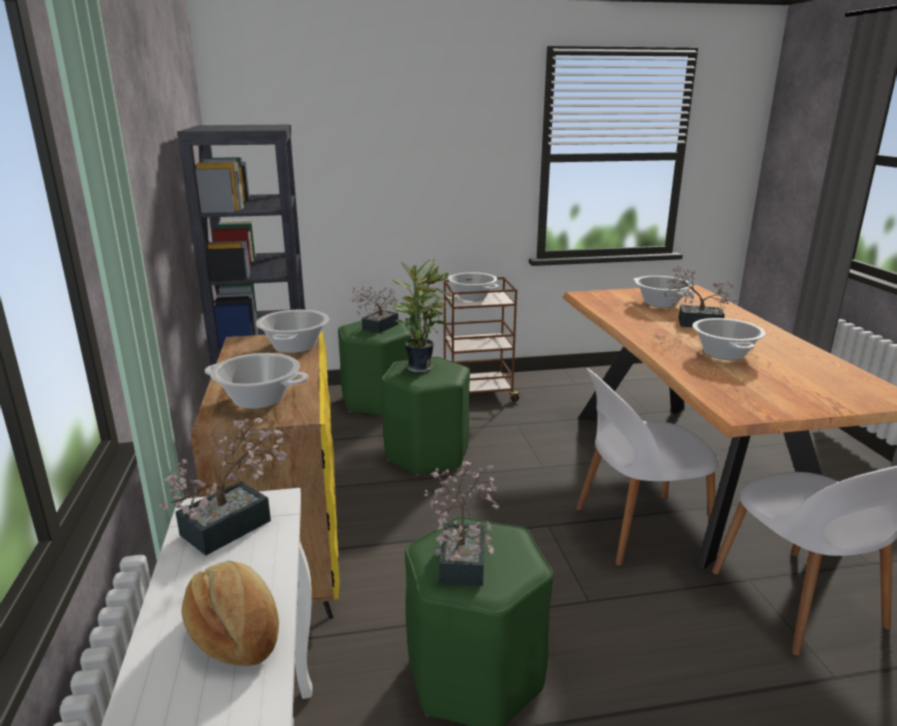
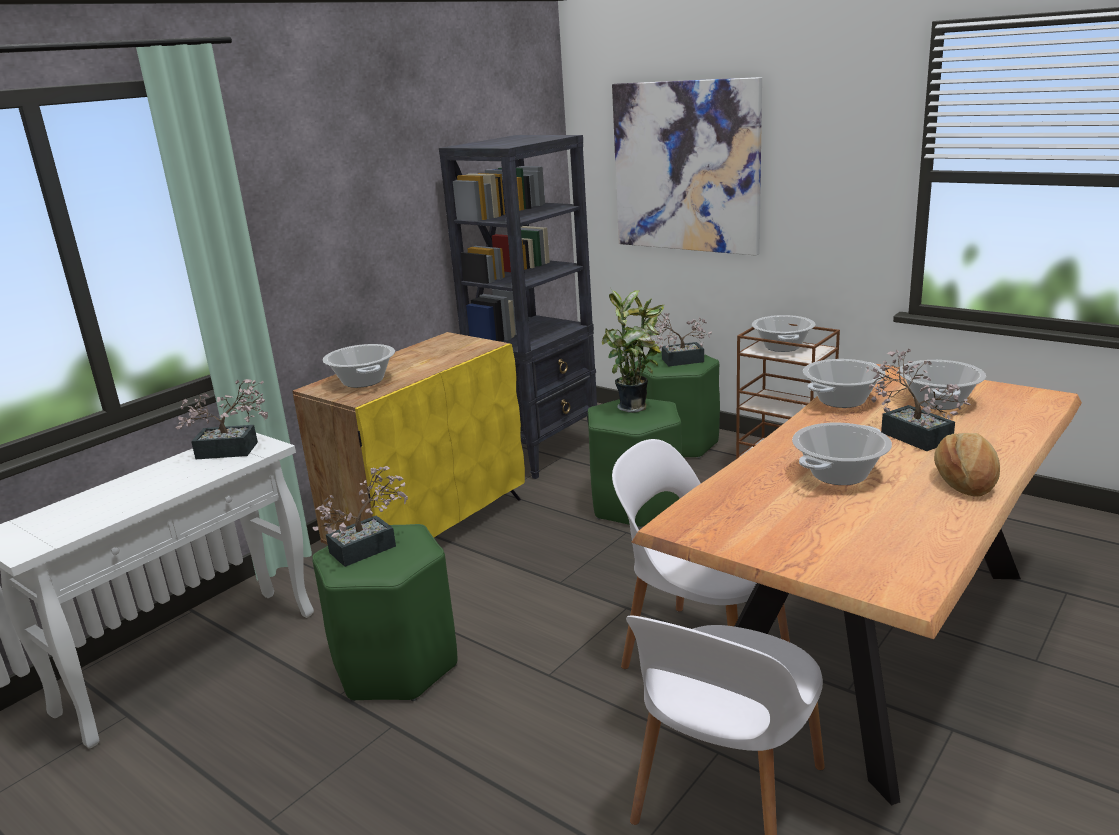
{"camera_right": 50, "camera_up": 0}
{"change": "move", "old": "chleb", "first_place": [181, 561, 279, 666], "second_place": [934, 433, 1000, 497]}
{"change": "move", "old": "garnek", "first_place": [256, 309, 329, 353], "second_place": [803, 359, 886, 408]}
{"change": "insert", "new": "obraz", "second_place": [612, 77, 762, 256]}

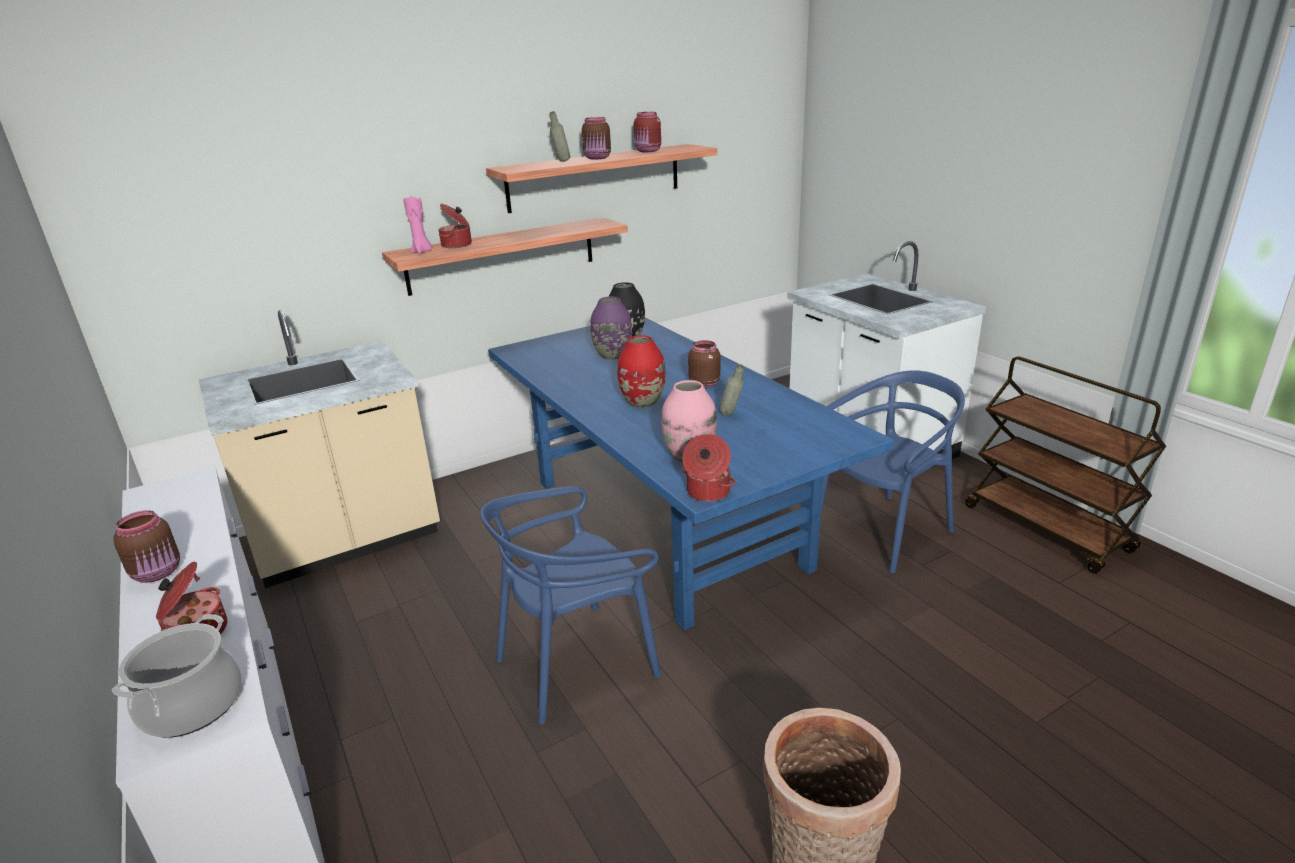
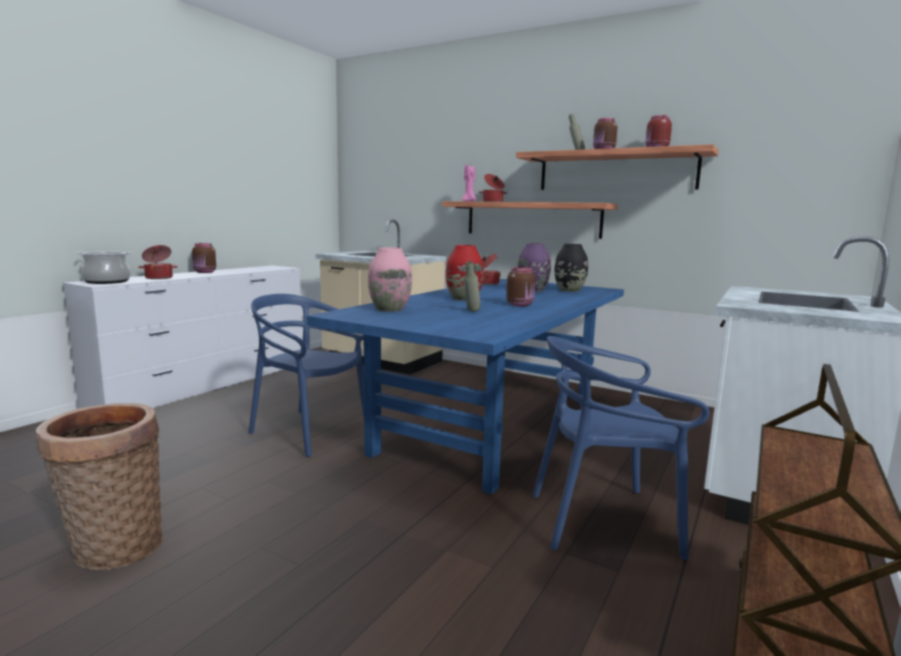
{"camera_right": 60, "camera_up": -15}
{"change": "move", "old": "garnek", "first_place": [682, 434, 736, 502], "second_place": [482, 254, 501, 285]}
{"change": "rotate", "old": "krzesło [niebieski]", "first_place": [821, 371, 965, 573], "second_place": [532, 336, 710, 560], "degrees": 150}

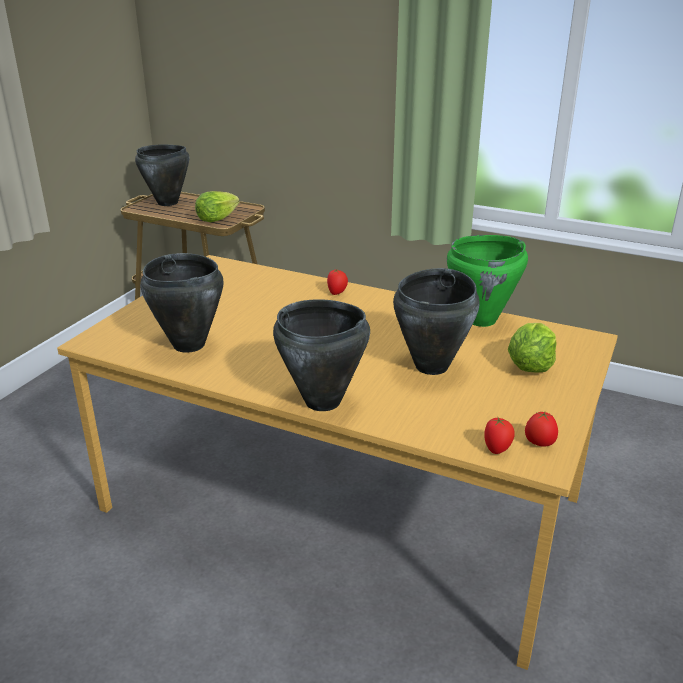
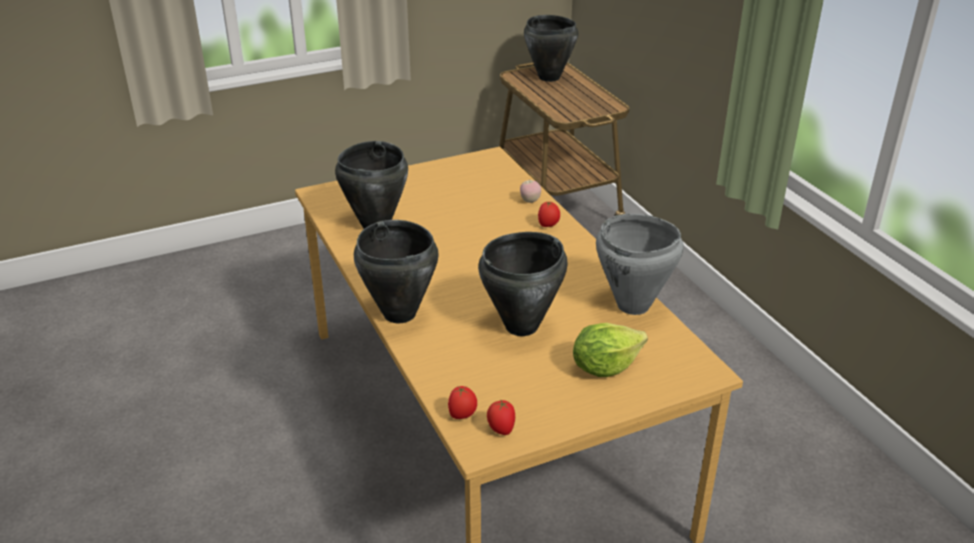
{"camera_right": 40, "camera_up": 5}
{"change": "delete", "old": "sałata", "first_place": [195, 191, 240, 222]}
{"change": "recolor", "old": "garnek [zielony]", "new": "garnek [szary]", "first_place": [447, 235, 528, 327], "second_place": [596, 214, 684, 315]}
{"change": "insert", "new": "jabłko", "second_place": [520, 180, 541, 203]}

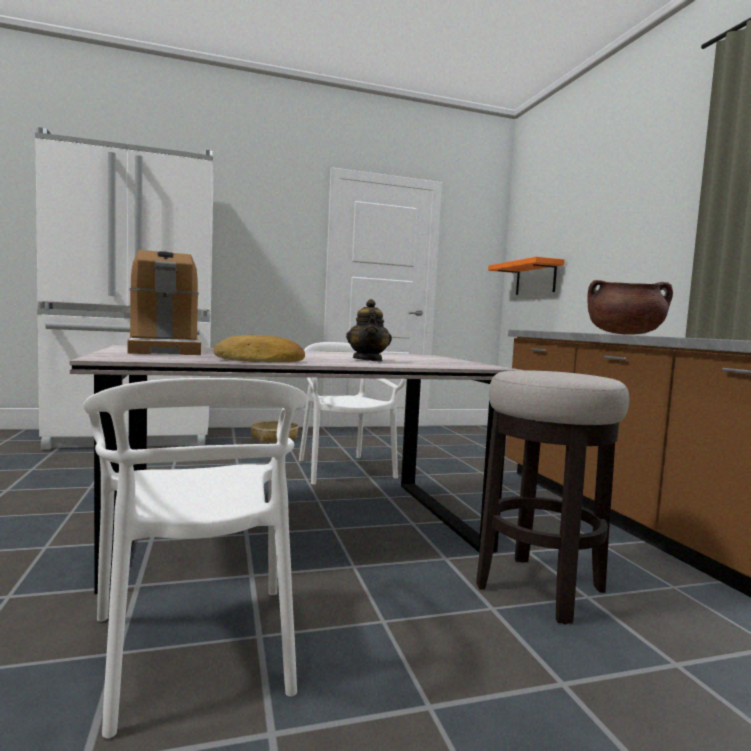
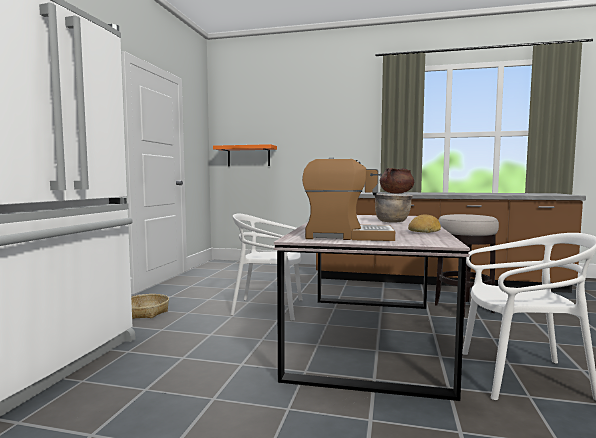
{"camera_right": -60, "camera_up": 0}
{"change": "replace", "old": "imbryk", "new": "garnek [brązowy]", "first_place": [346, 299, 392, 362], "second_place": [375, 193, 413, 223]}

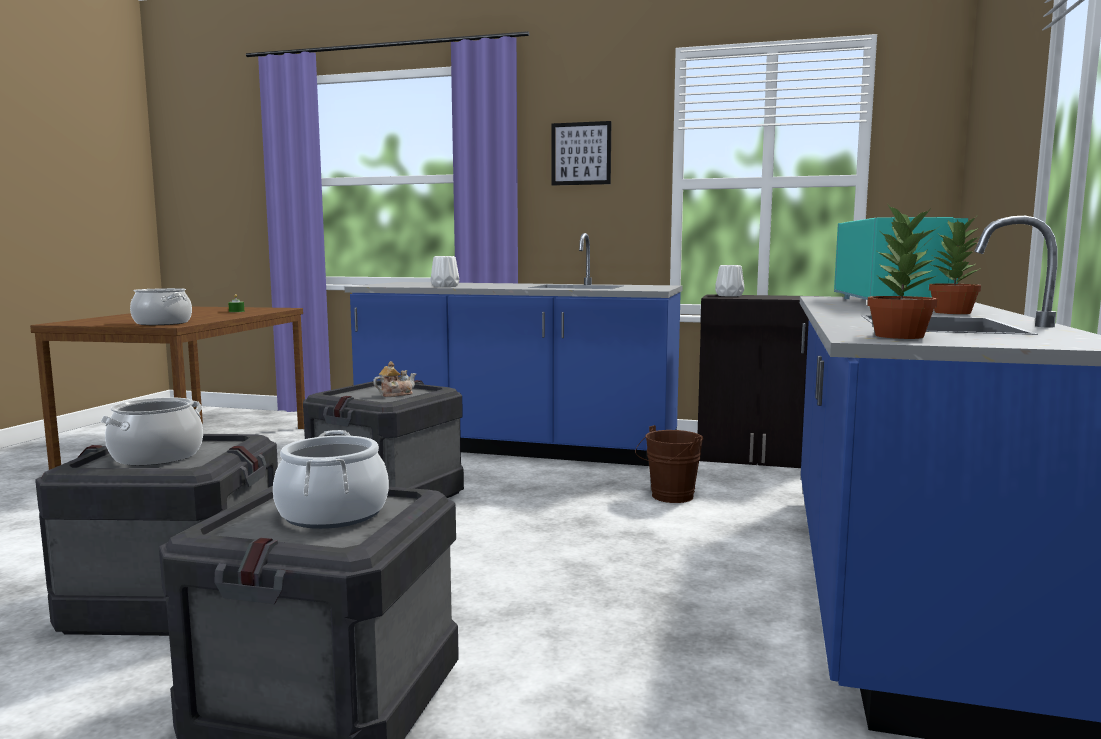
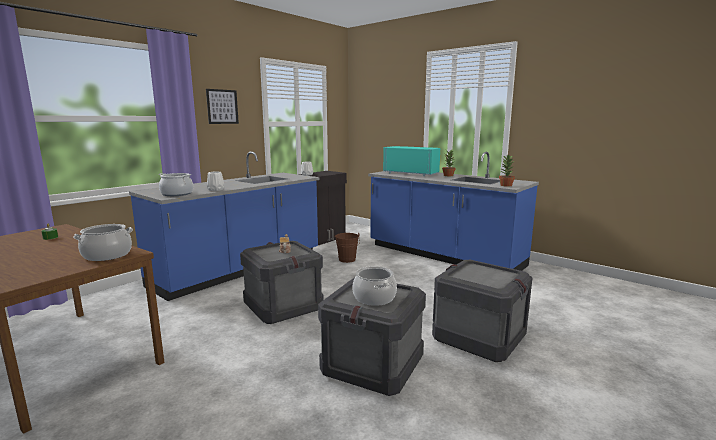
{"camera_right": -65, "camera_up": 5}
{"change": "move", "old": "garnek", "first_place": [273, 430, 389, 529], "second_place": [159, 173, 193, 196]}

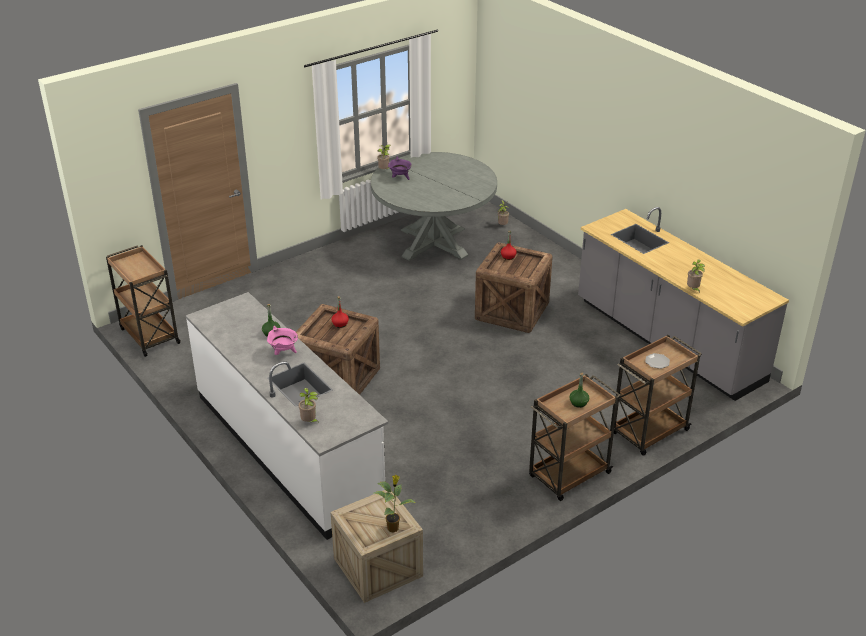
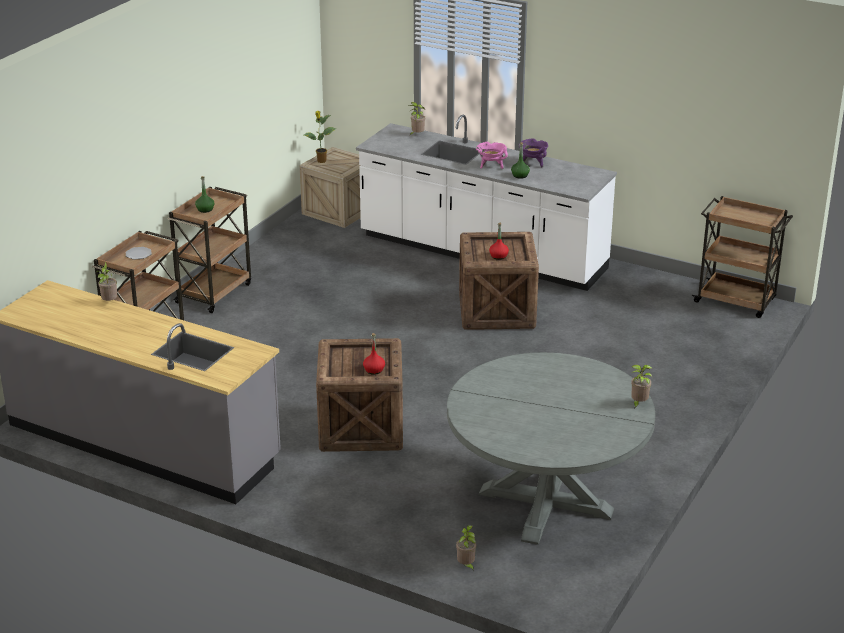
{"camera_right": 155, "camera_up": -5}
{"change": "move", "old": "garnek [fioletowy]", "first_place": [388, 157, 412, 180], "second_place": [519, 138, 548, 168]}

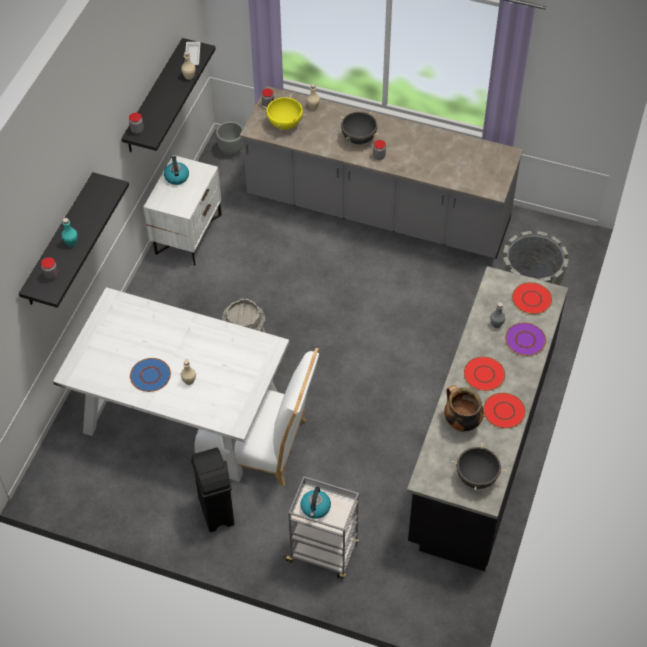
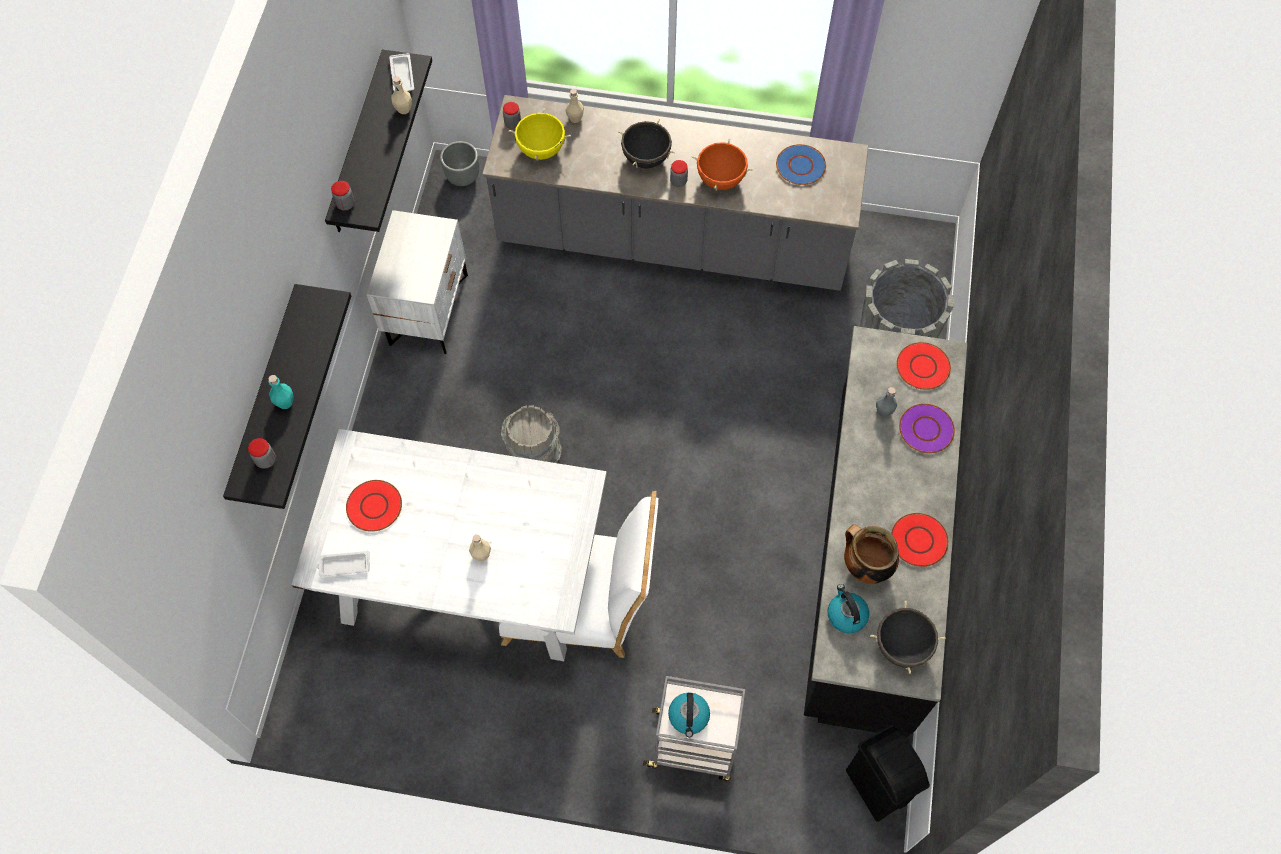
{"camera_right": -10, "camera_up": 10}
{"change": "move", "old": "talerz [niebieski]", "first_place": [130, 358, 171, 392], "second_place": [776, 144, 826, 185]}
{"change": "move", "old": "czajnik", "first_place": [164, 156, 189, 185], "second_place": [828, 584, 869, 633]}
{"change": "move", "old": "kosz na śmieci [czarny]", "first_place": [190, 448, 234, 532], "second_place": [846, 726, 930, 822]}
{"change": "move", "old": "talerz [czerwony]", "first_place": [464, 356, 505, 391], "second_place": [346, 480, 402, 532]}
{"change": "insert", "new": "taca [biały]", "second_place": [316, 551, 370, 576]}
{"change": "insert", "new": "garnek [pomarańczowy]", "second_place": [691, 138, 753, 191]}

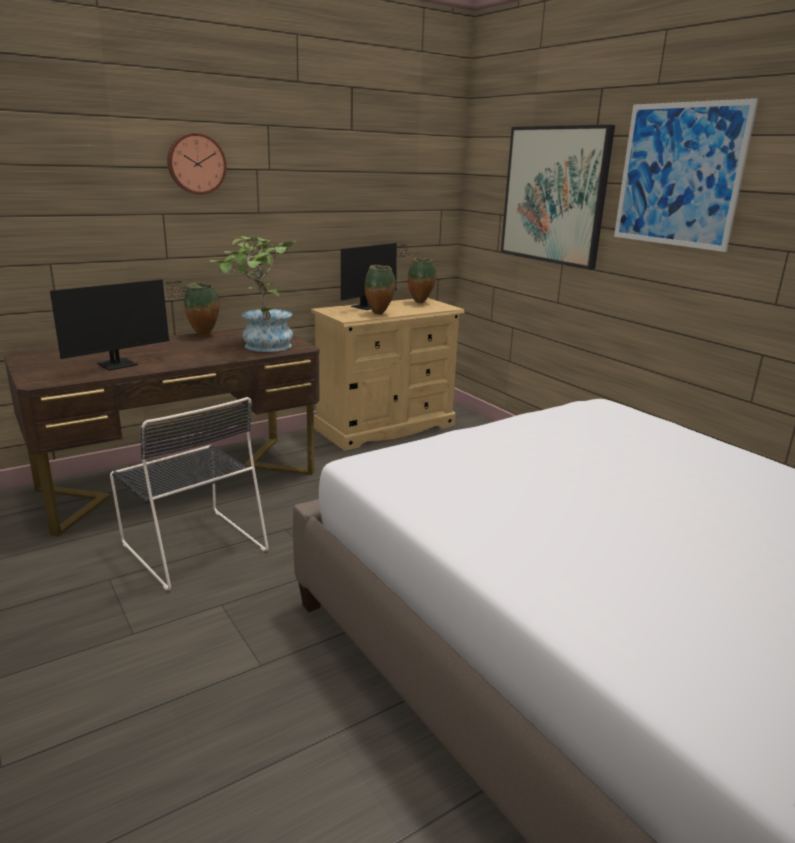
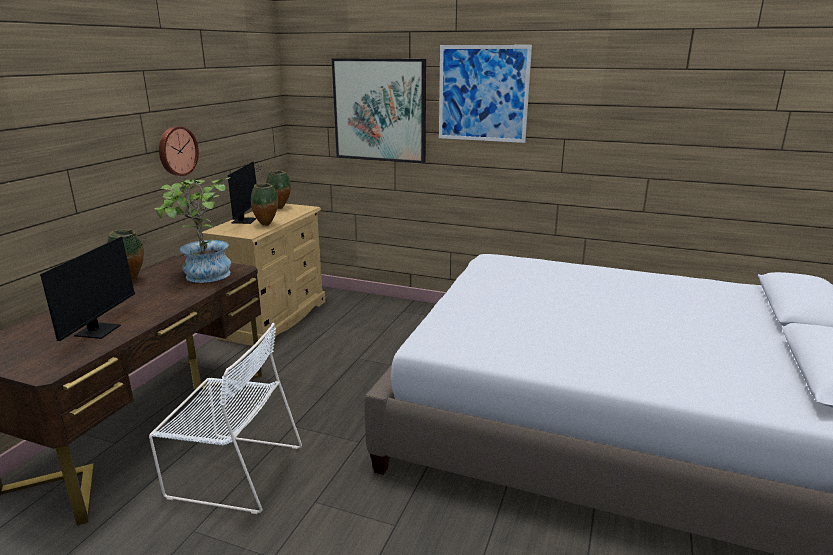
{"camera_right": -35, "camera_up": 0}
{"change": "recolor", "old": "krzesło [czarny]", "new": "krzesło [biały]", "first_place": [110, 397, 269, 590], "second_place": [149, 323, 302, 514]}
{"change": "move", "old": "zegar ścienny", "first_place": [167, 133, 227, 195], "second_place": [159, 126, 199, 176]}

